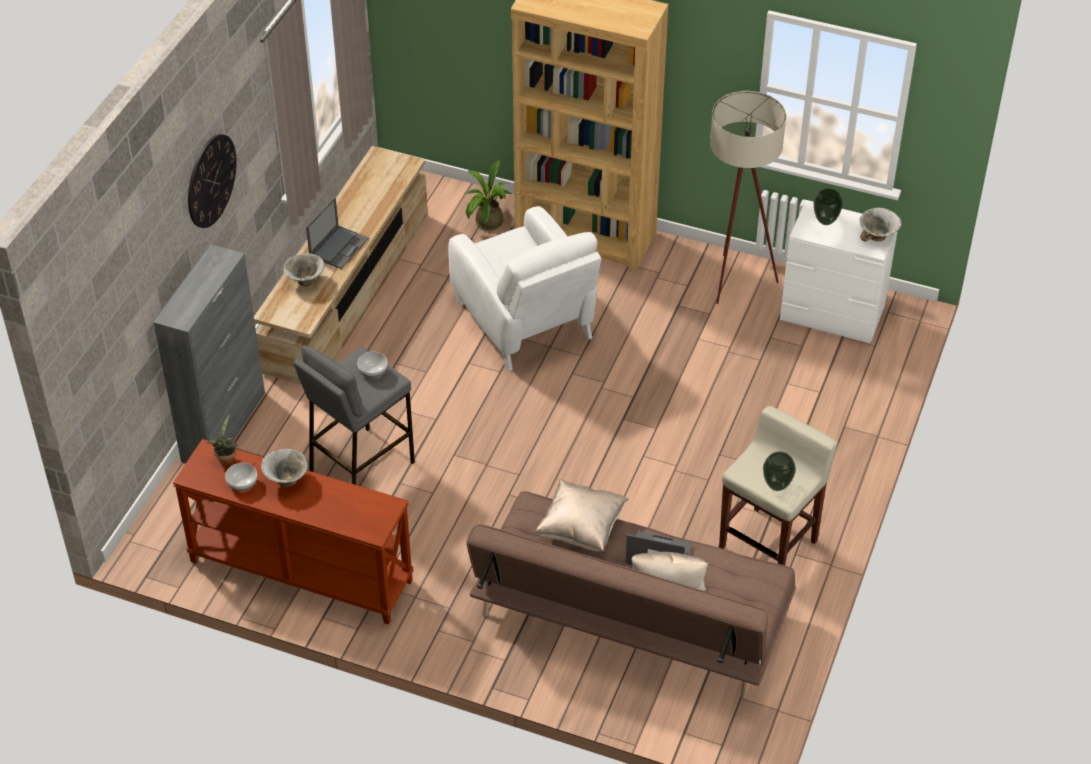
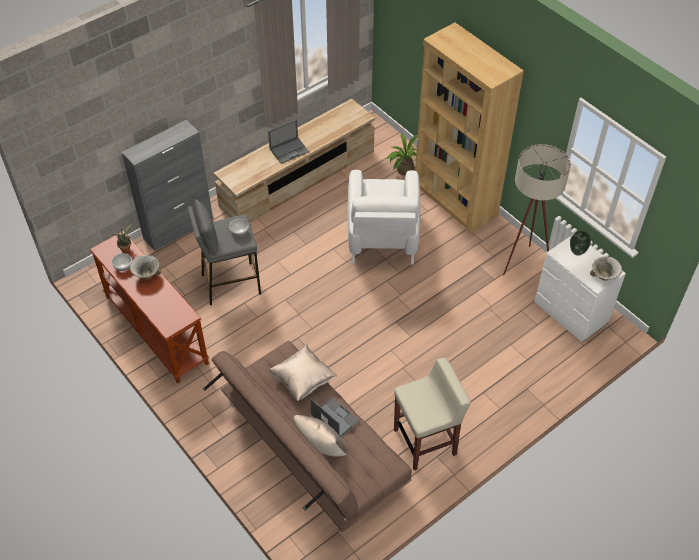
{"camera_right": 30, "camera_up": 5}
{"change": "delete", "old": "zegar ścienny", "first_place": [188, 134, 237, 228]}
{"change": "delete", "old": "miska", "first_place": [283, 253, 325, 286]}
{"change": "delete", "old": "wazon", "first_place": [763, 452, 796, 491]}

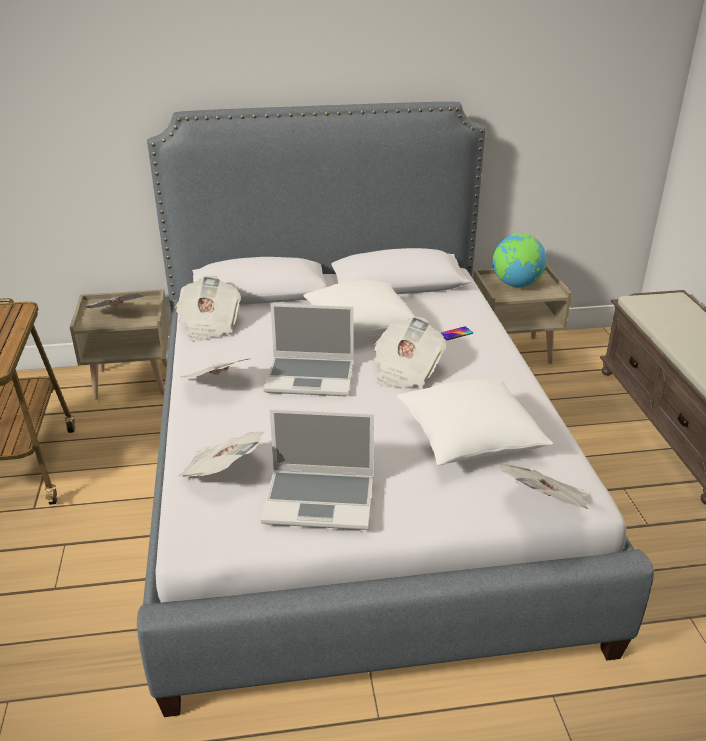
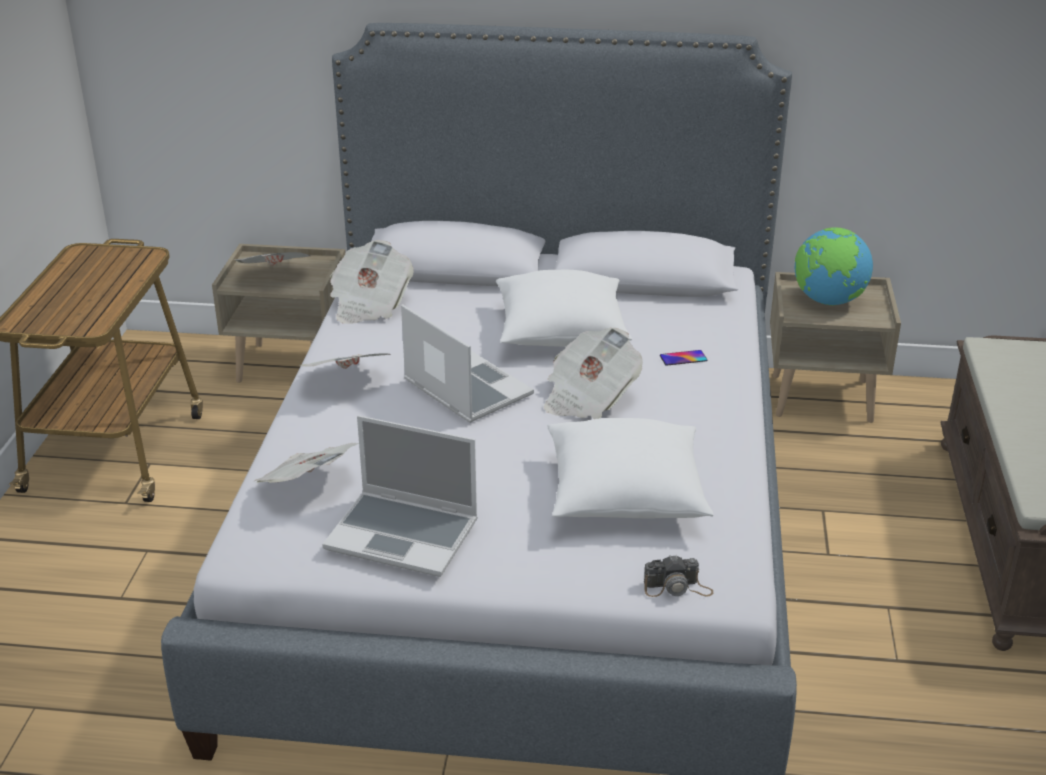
{"camera_right": 15, "camera_up": 0}
{"change": "rotate", "old": "laptop", "first_place": [263, 303, 354, 396], "second_place": [401, 304, 534, 423], "degrees": -150}
{"change": "replace", "old": "gazeta", "new": "aparat fotograficzny", "first_place": [500, 464, 590, 509], "second_place": [644, 555, 714, 597]}

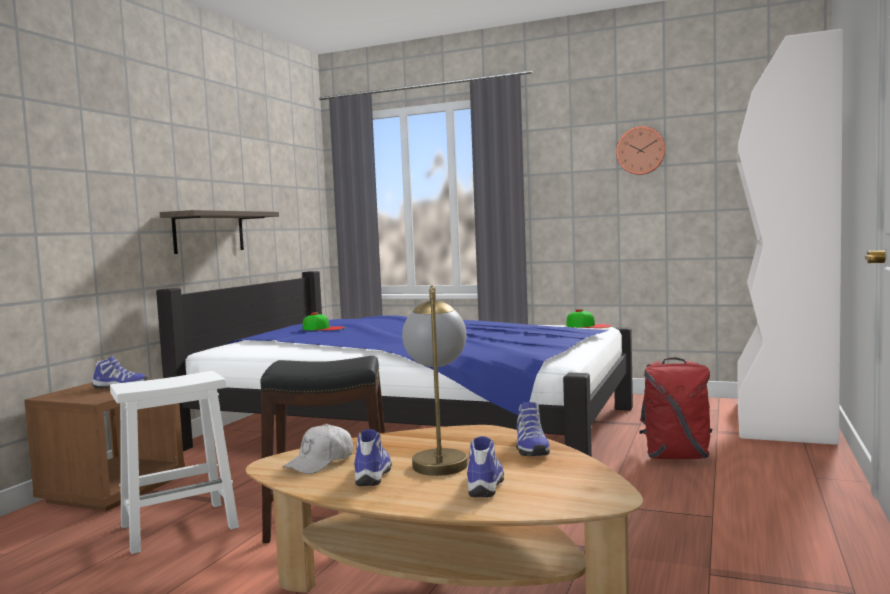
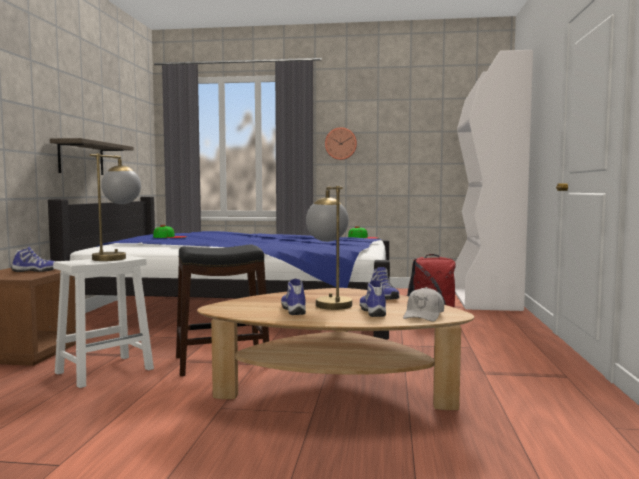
{"camera_right": -15, "camera_up": 0}
{"change": "move", "old": "czapka z daszkiem [biały]", "first_place": [283, 424, 353, 474], "second_place": [403, 287, 444, 322]}
{"change": "move", "old": "zegar ścienny", "first_place": [616, 126, 666, 175], "second_place": [325, 127, 357, 160]}
{"change": "insert", "new": "lampa stołowa", "second_place": [90, 154, 141, 261]}

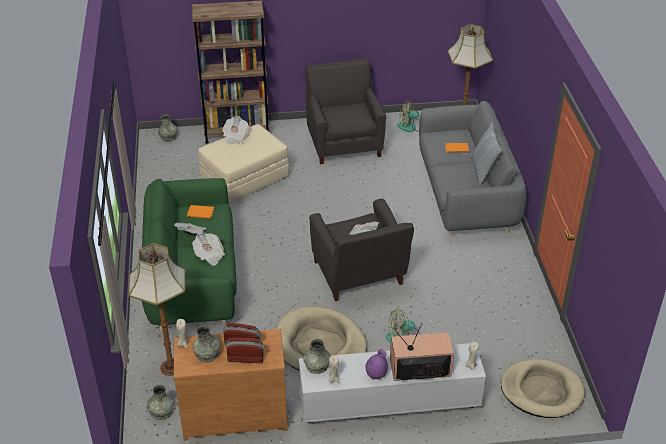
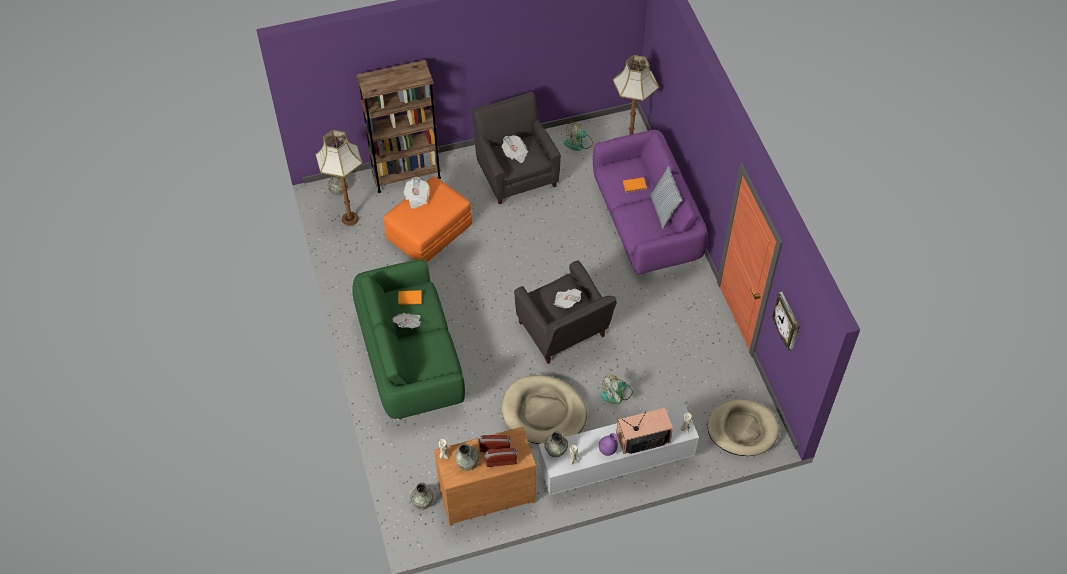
{"camera_right": -10, "camera_up": 15}
{"change": "move", "old": "lampa stojąca", "first_place": [129, 243, 185, 376], "second_place": [315, 130, 363, 226]}
{"change": "move", "old": "gazeta", "first_place": [192, 232, 225, 266], "second_place": [502, 135, 528, 163]}
{"change": "recolor", "old": "pufa [beżowy]", "new": "pufa [pomarańczowy]", "first_place": [198, 124, 289, 203], "second_place": [383, 176, 472, 262]}
{"change": "recolor", "old": "kanapa [szary]", "new": "kanapa [fioletowy]", "first_place": [419, 101, 527, 237], "second_place": [593, 130, 708, 276]}
{"change": "insert", "new": "zegar ścienny", "second_place": [771, 292, 800, 351]}

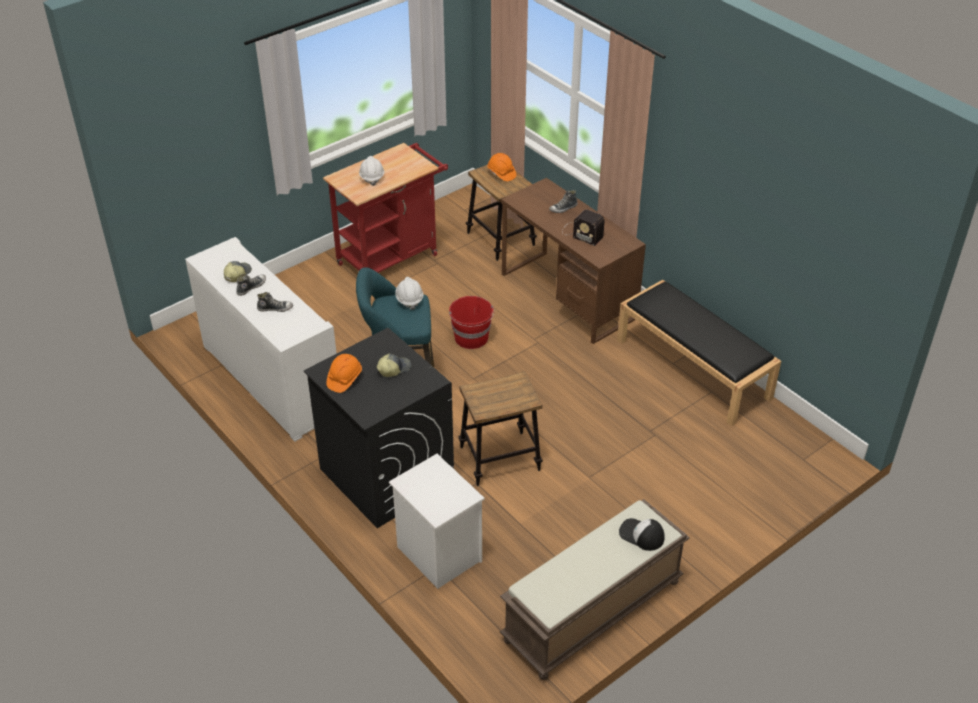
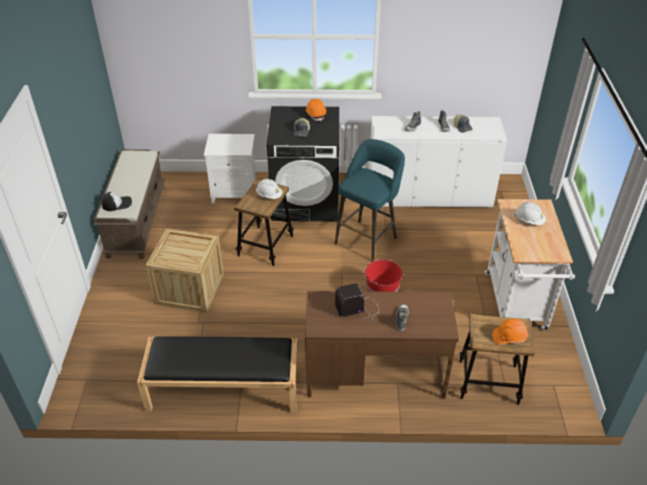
{"camera_right": 130, "camera_up": 0}
{"change": "recolor", "old": "wózek [czerwony]", "new": "wózek [biały]", "first_place": [323, 143, 448, 273], "second_place": [485, 199, 575, 331]}
{"change": "move", "old": "kask [biały]", "first_place": [395, 277, 423, 310], "second_place": [256, 179, 283, 199]}
{"change": "insert", "new": "skrzynka", "second_place": [146, 228, 224, 313]}

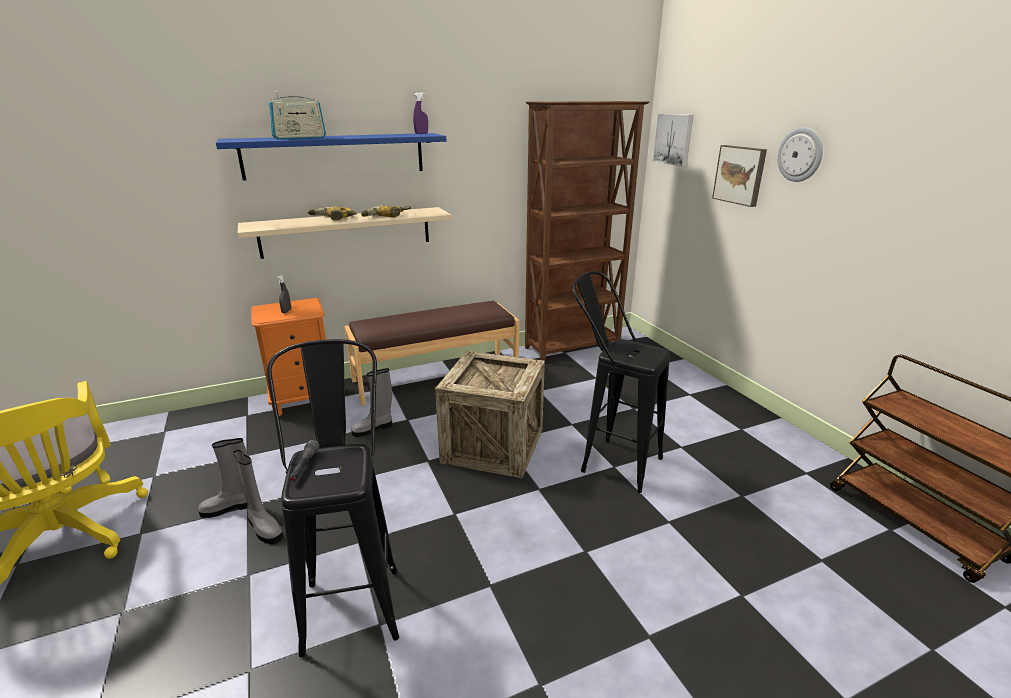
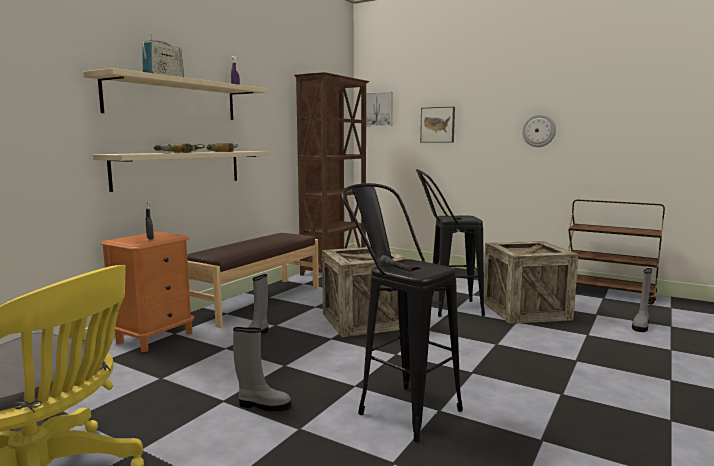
{"camera_right": -35, "camera_up": -15}
{"change": "move", "old": "but z cholewką [szary]", "first_place": [198, 438, 248, 518], "second_place": [632, 268, 652, 332]}
{"change": "recolor", "old": "półka [niebieski]", "new": "półka [beżowy]", "first_place": [216, 133, 446, 180], "second_place": [83, 68, 266, 120]}
{"change": "move", "old": "zegar ścienny", "first_place": [777, 127, 823, 182], "second_place": [522, 114, 556, 147]}
{"change": "insert", "new": "skrzynka", "second_place": [484, 241, 579, 324]}

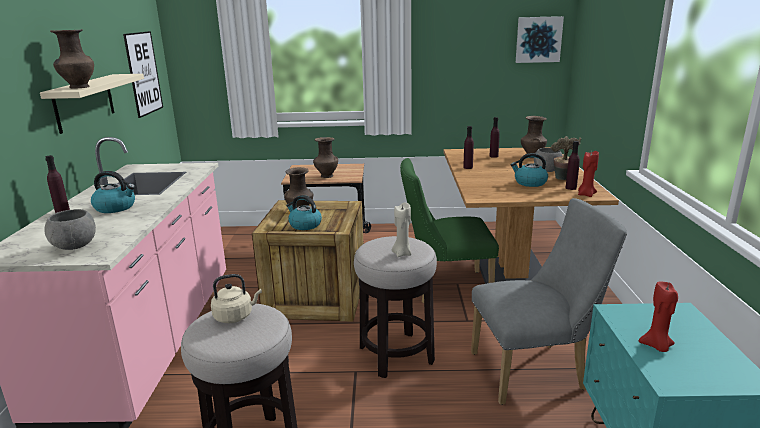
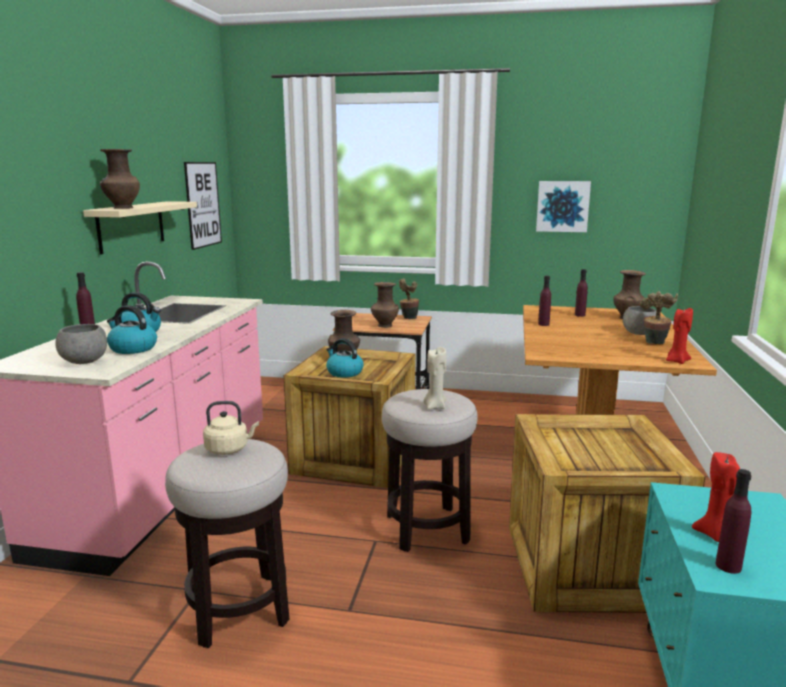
{"camera_right": 10, "camera_up": -5}
{"change": "delete", "old": "krzesło [zielony]", "first_place": [400, 158, 499, 303]}
{"change": "replace", "old": "krzesło [szary]", "new": "skrzynka", "first_place": [471, 198, 627, 405], "second_place": [509, 414, 706, 613]}
{"change": "move", "old": "czajnik", "first_place": [511, 153, 548, 187], "second_place": [107, 305, 157, 354]}
{"change": "move", "old": "obraz", "first_place": [516, 16, 564, 63], "second_place": [536, 181, 591, 232]}
{"change": "move", "old": "butelka [fioletowy]", "first_place": [566, 141, 580, 190], "second_place": [715, 469, 751, 574]}
{"change": "insert", "new": "roślina doniczkowa", "second_place": [399, 278, 419, 319]}

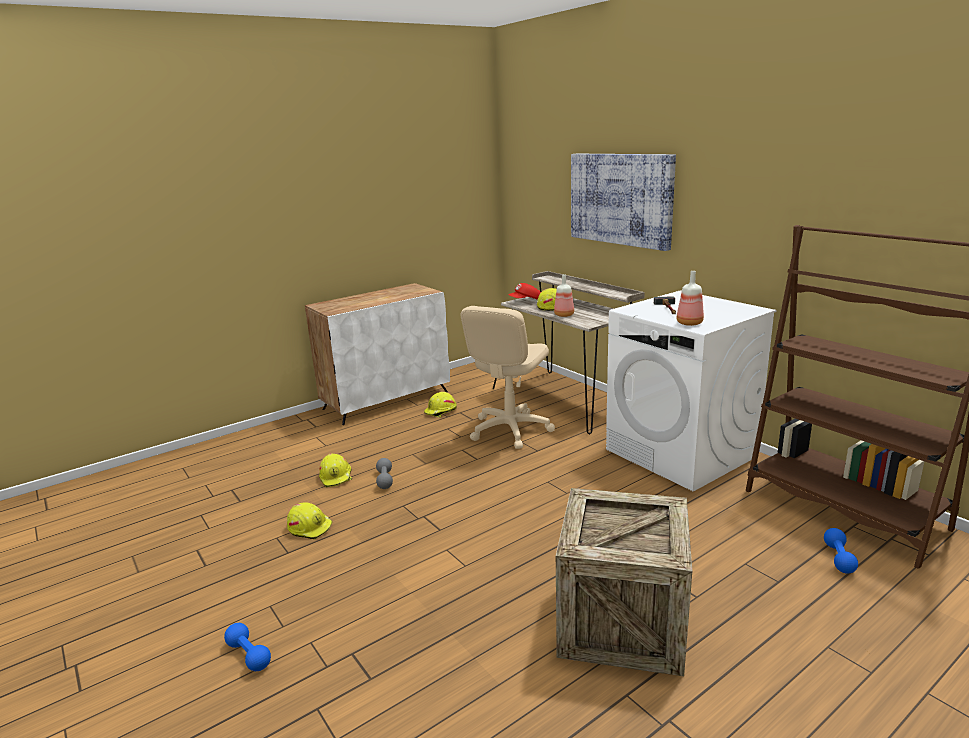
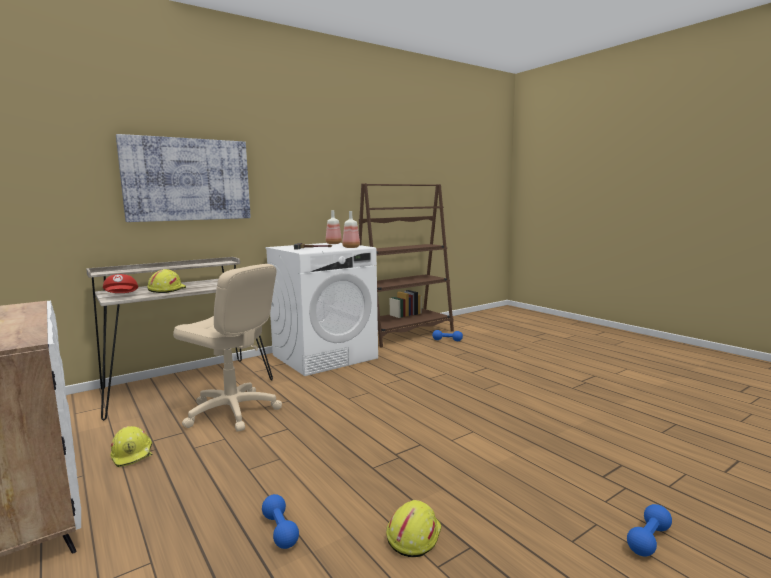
{"camera_right": -90, "camera_up": -10}
{"change": "replace", "old": "kask [żółty]", "new": "hantel [niebieski]", "first_place": [319, 453, 352, 487], "second_place": [262, 494, 299, 549]}
{"change": "delete", "old": "hantel [szary]", "first_place": [376, 458, 393, 489]}
{"change": "move", "old": "butelka", "first_place": [554, 274, 574, 317], "second_place": [326, 210, 342, 244]}
{"change": "delete", "old": "skrzynka", "first_place": [556, 488, 692, 676]}

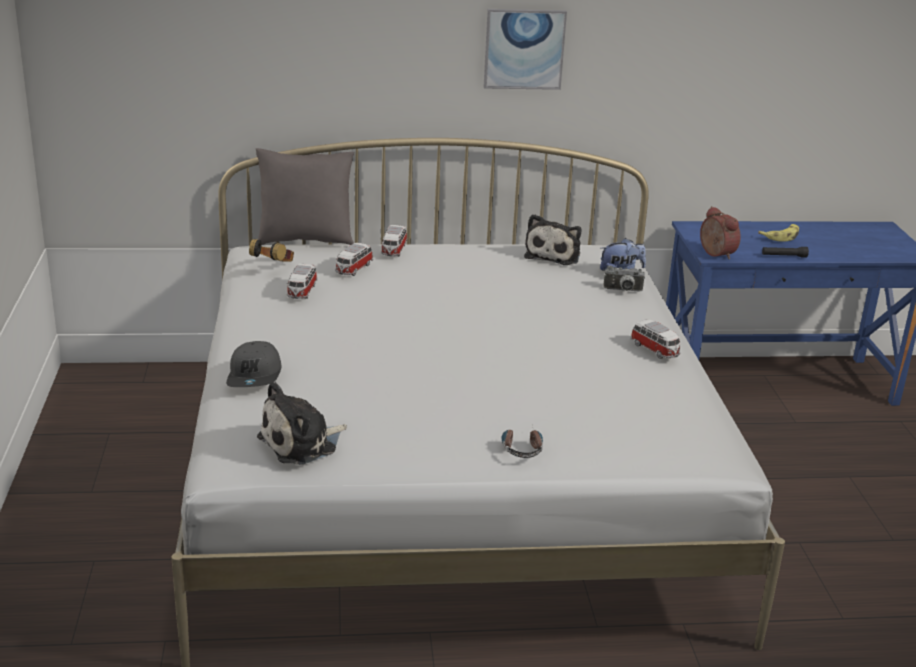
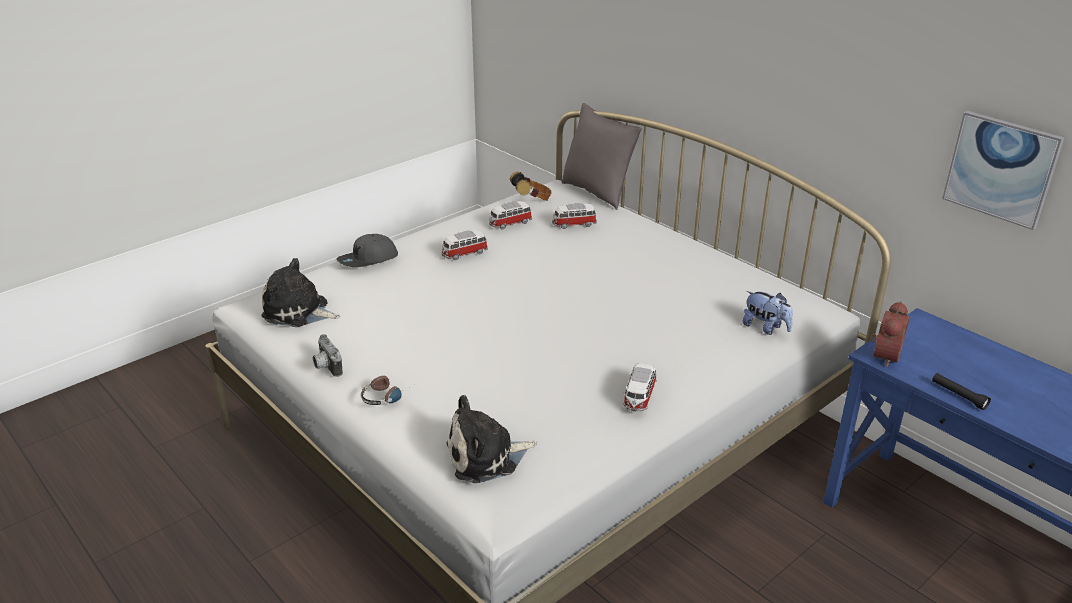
{"camera_right": 55, "camera_up": 5}
{"change": "move", "old": "samochodzik", "first_place": [381, 225, 407, 256], "second_place": [441, 230, 488, 260]}
{"change": "move", "old": "obraz", "first_place": [484, 9, 567, 90], "second_place": [942, 111, 1065, 230]}
{"change": "move", "old": "pluszak", "first_place": [524, 214, 581, 265], "second_place": [446, 395, 537, 483]}
{"change": "move", "old": "aparat fotograficzny", "first_place": [603, 266, 645, 292], "second_place": [313, 334, 343, 377]}
{"change": "delete", "old": "banan", "first_place": [758, 224, 799, 242]}

